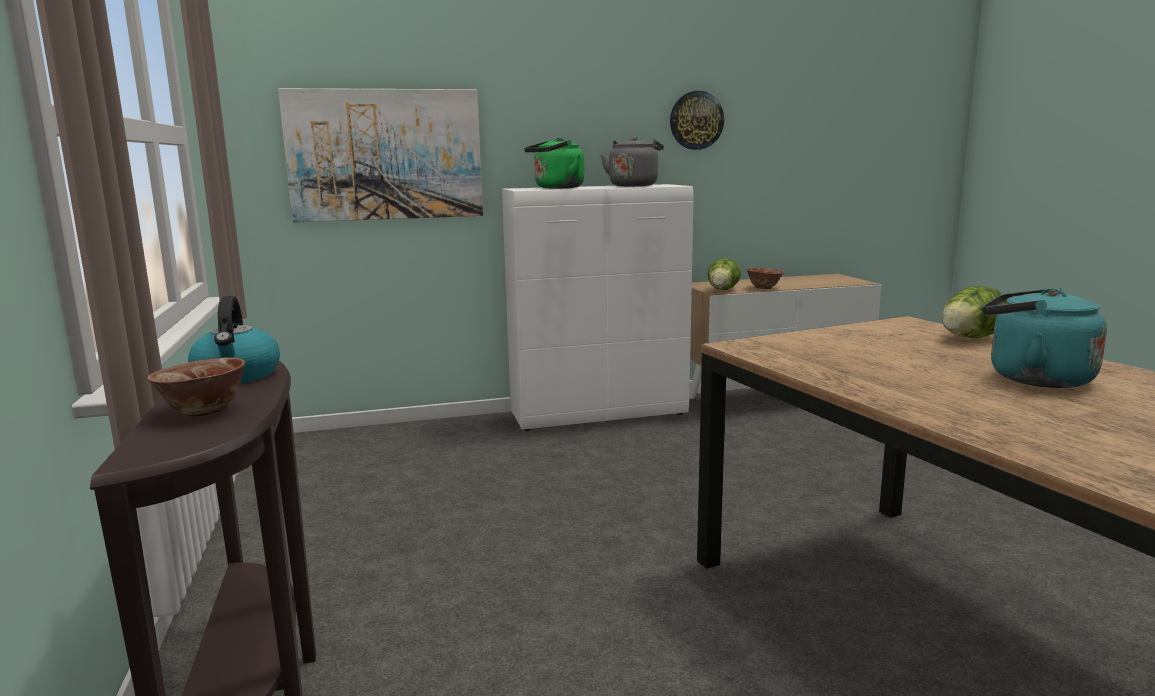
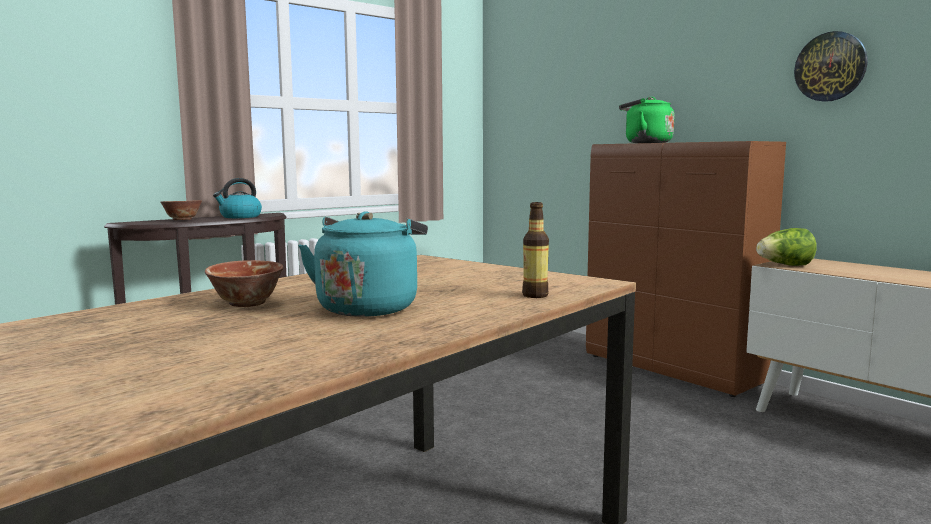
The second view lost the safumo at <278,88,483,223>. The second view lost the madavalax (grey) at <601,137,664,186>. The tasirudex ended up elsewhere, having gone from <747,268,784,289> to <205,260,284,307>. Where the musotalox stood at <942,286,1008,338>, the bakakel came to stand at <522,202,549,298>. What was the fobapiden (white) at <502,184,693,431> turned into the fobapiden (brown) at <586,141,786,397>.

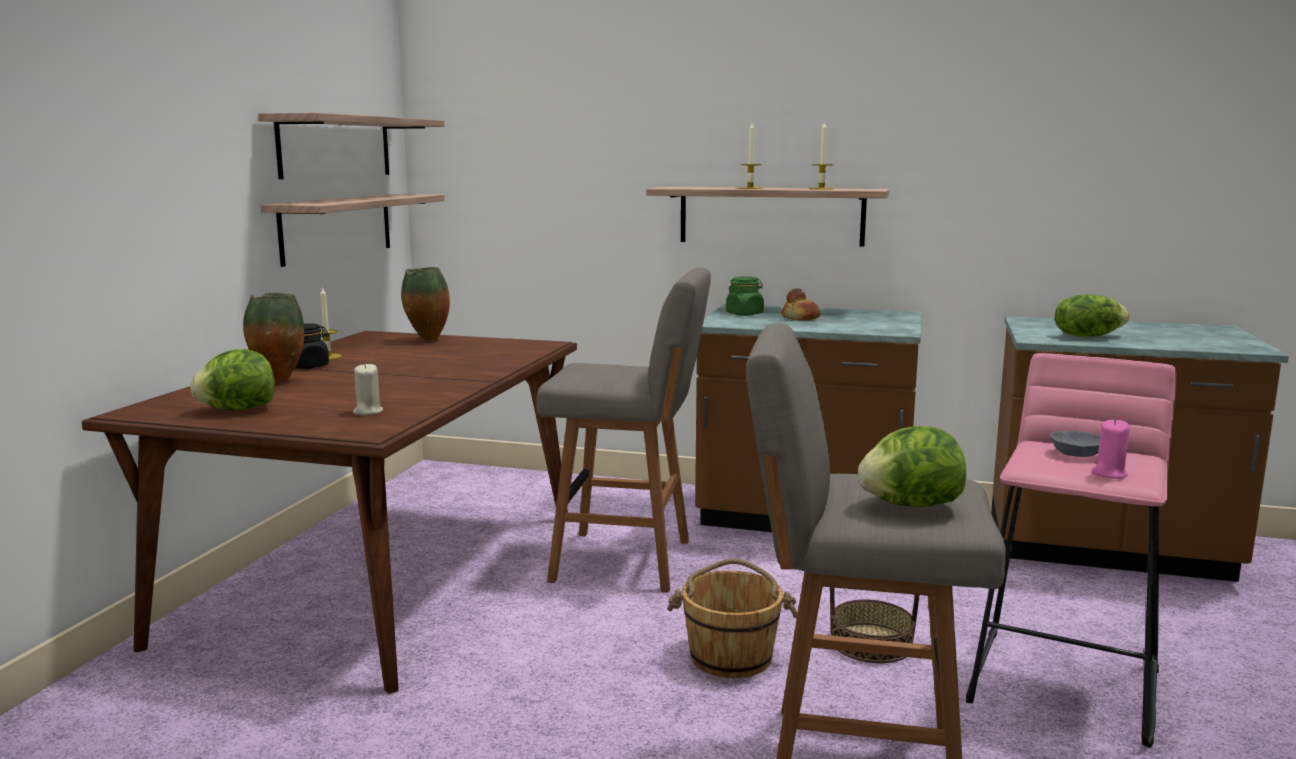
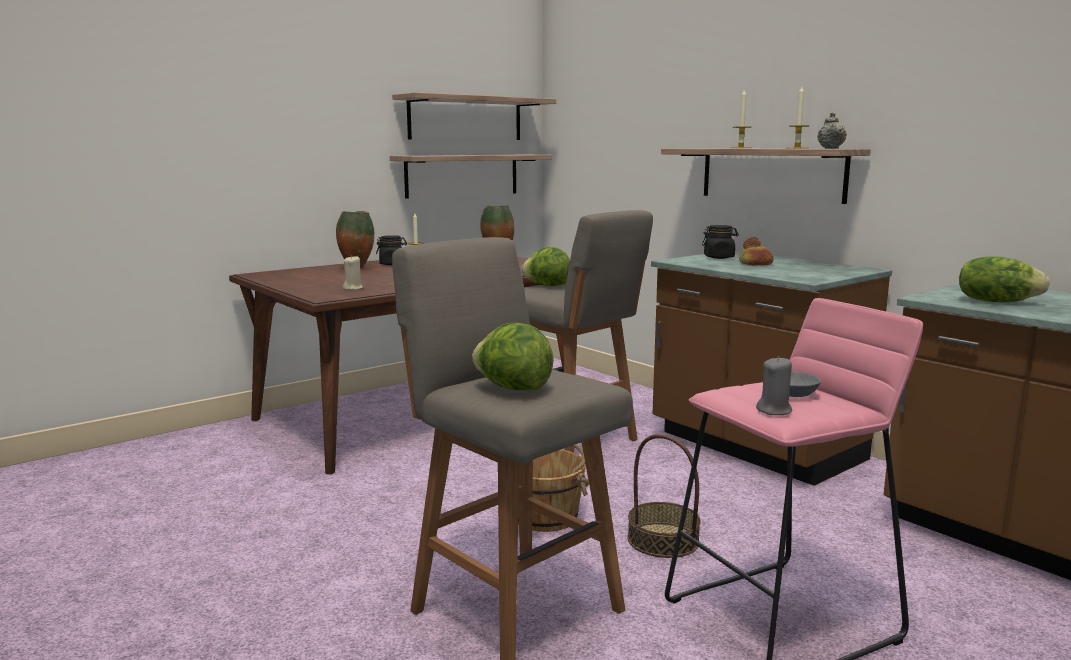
The second view gained the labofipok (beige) at <817,112,847,149>. The musotalox ended up elsewhere, having gone from <190,349,275,410> to <521,247,570,286>. What was the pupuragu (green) at <726,276,764,316> turned into the pupuragu (black) at <702,225,739,259>. What was the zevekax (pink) at <1092,419,1129,479> turned into the zevekax (grey) at <756,356,792,415>.

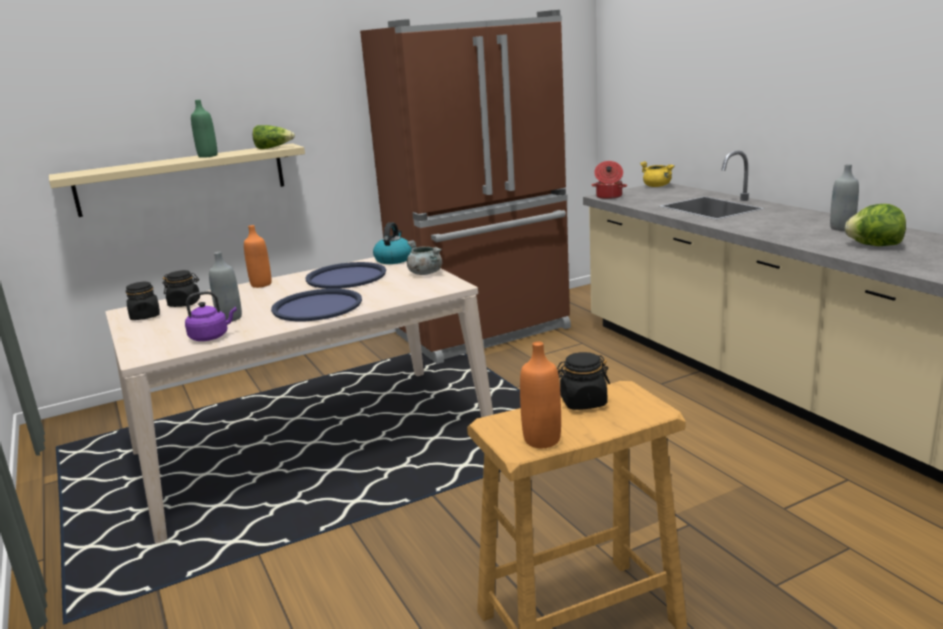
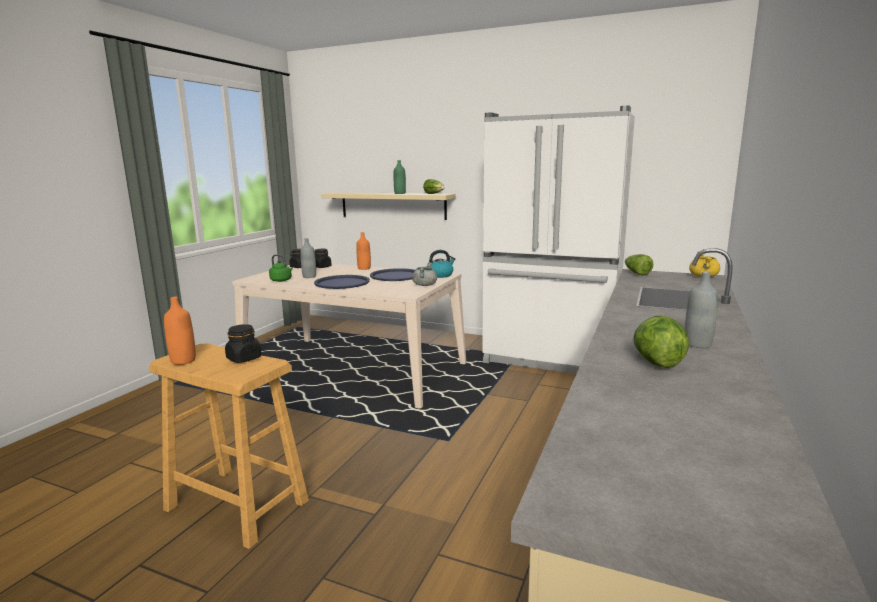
Where the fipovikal stood at <592,161,627,199>, the musotalox came to stand at <625,254,653,276>. What was the madavalax (purple) at <185,291,237,341> turned into the madavalax (green) at <269,254,293,282>. What was the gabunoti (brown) at <360,10,571,364> turned into the gabunoti (white) at <482,106,635,374>.

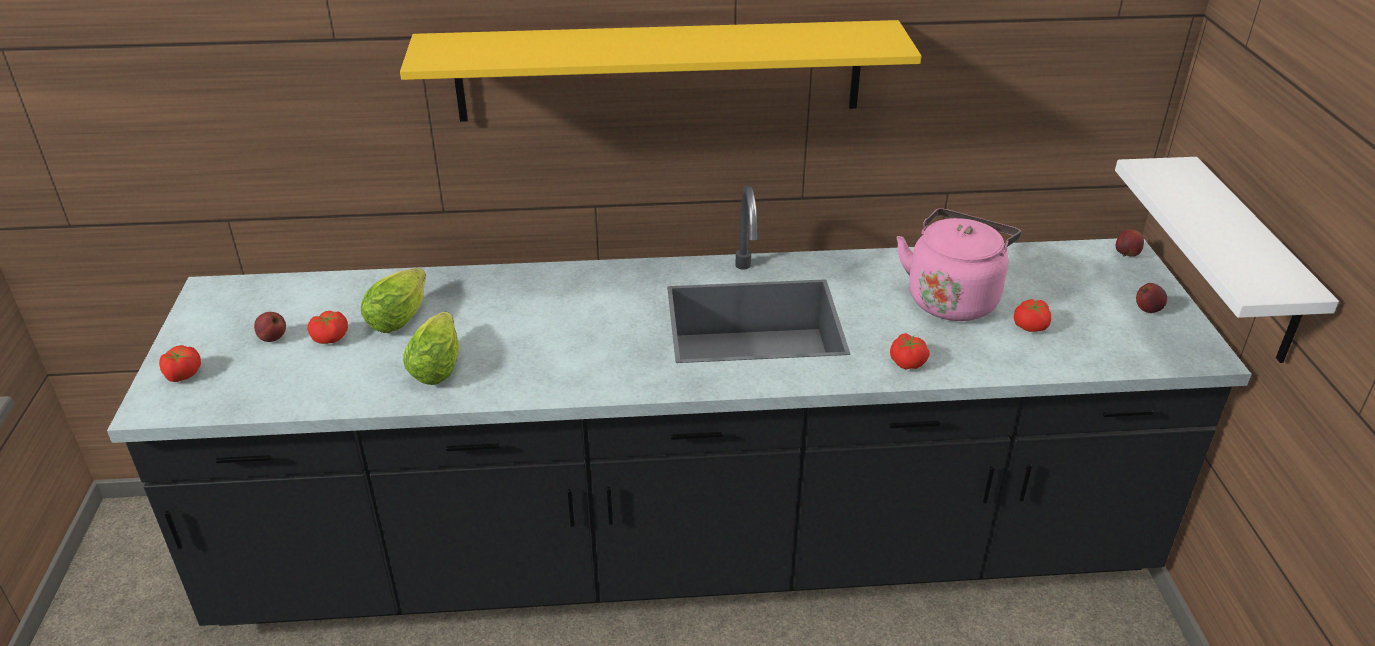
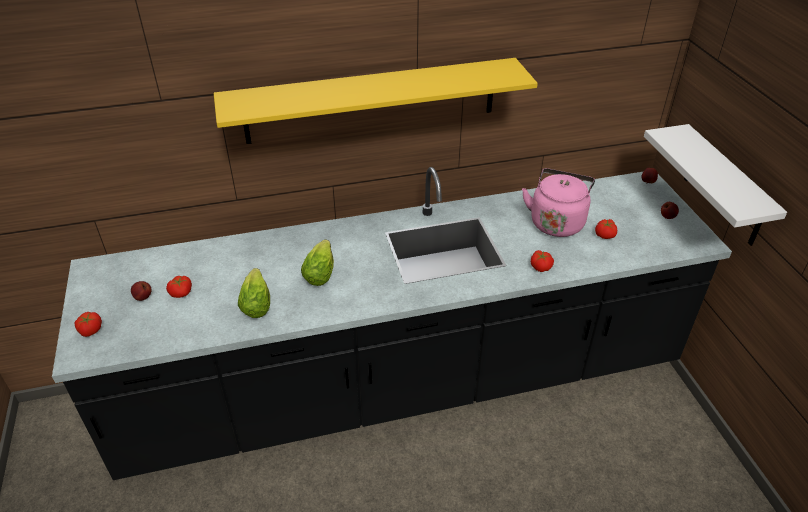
The musotalox ended up elsewhere, having gone from <361,268,426,333> to <301,239,334,286>.

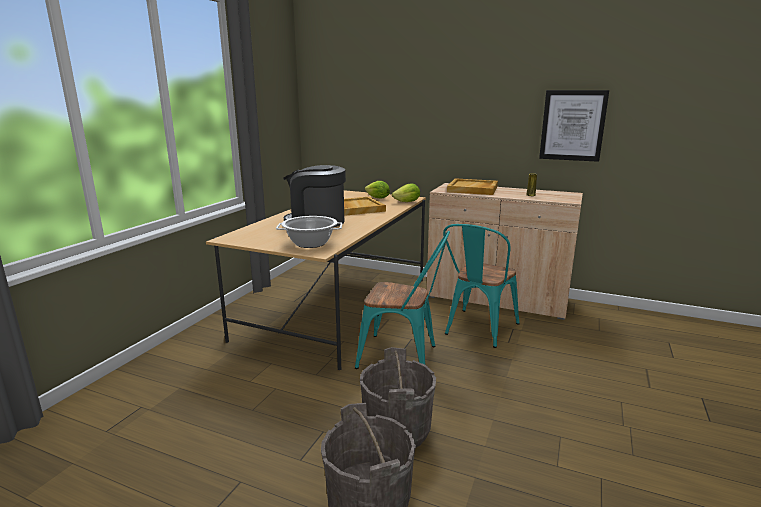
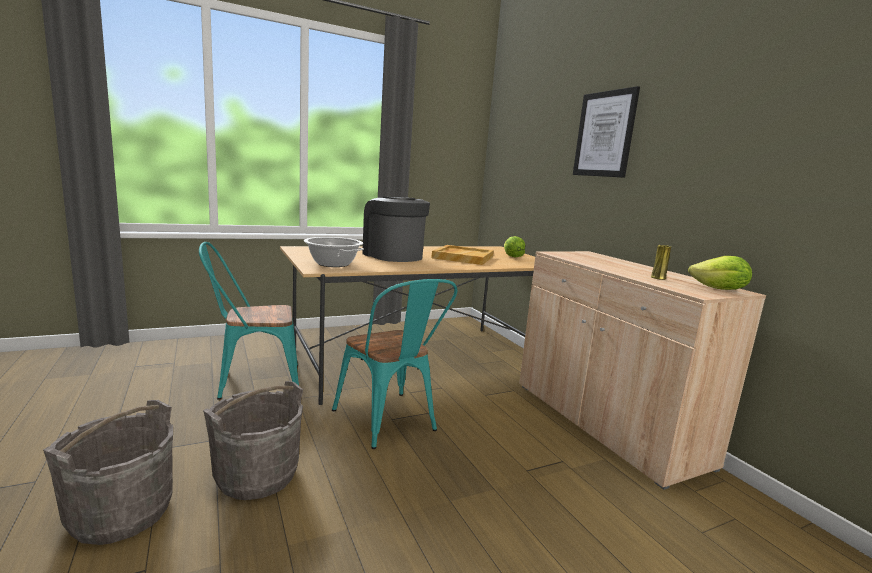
The second view lost the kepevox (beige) at <447,178,498,195>. The musotalox ended up elsewhere, having gone from <392,183,420,202> to <688,256,752,290>. The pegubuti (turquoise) ended up elsewhere, having gone from <443,224,520,348> to <199,242,299,400>. The safumo ended up elsewhere, having gone from <539,90,609,162> to <573,86,640,178>.

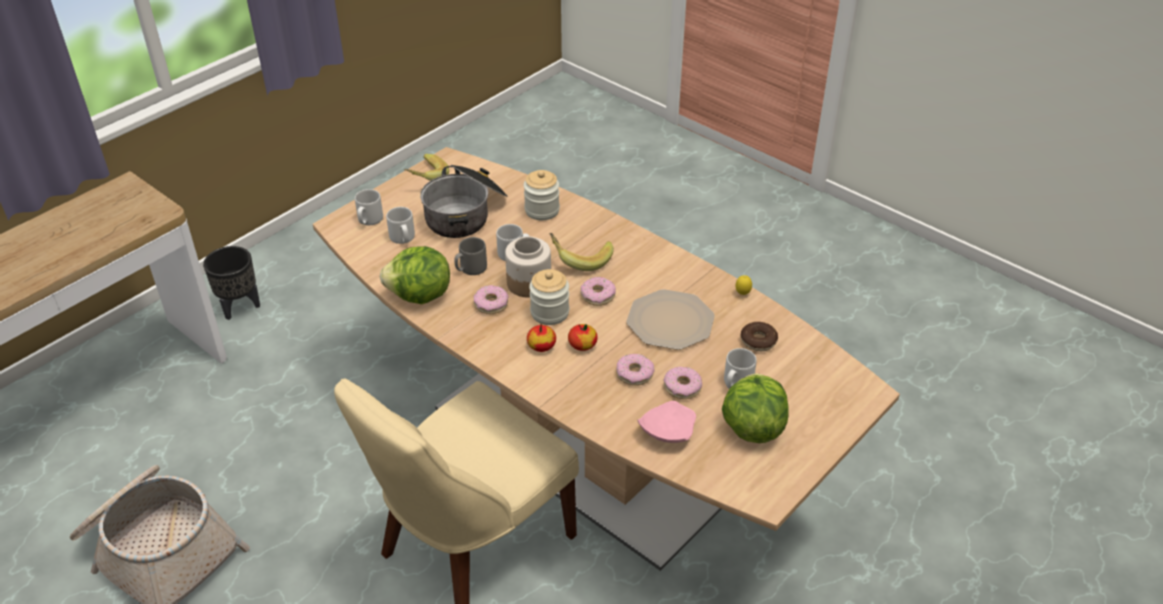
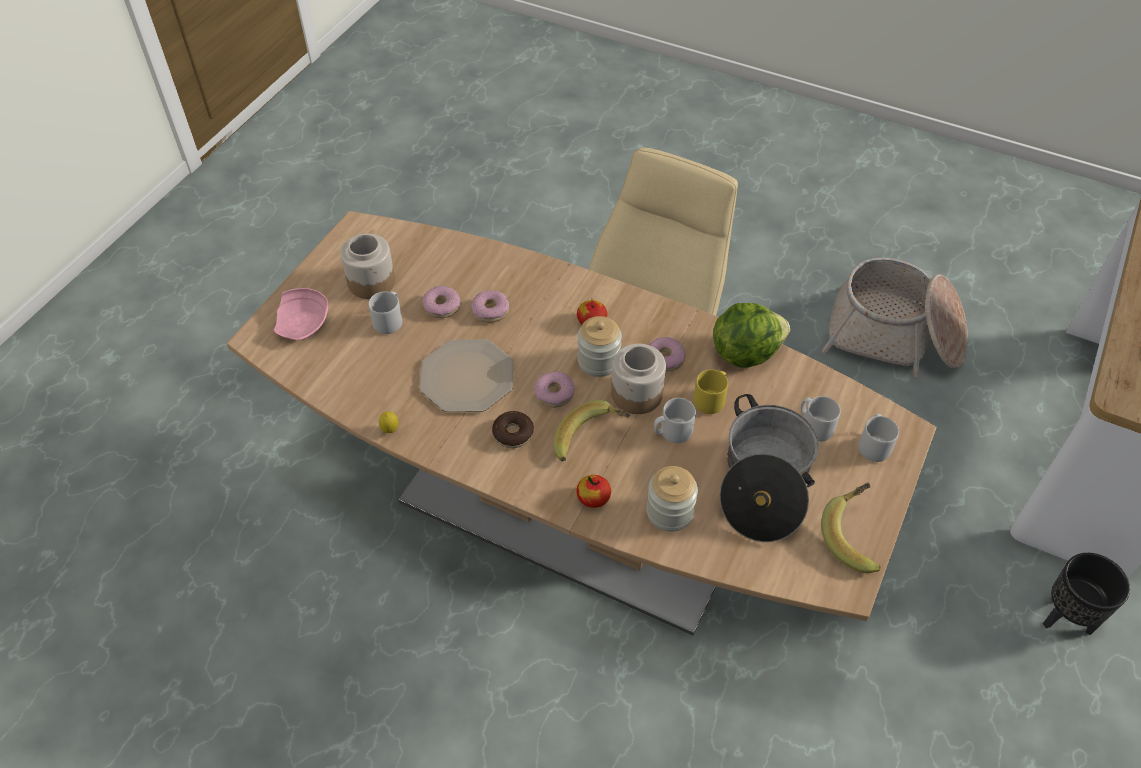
The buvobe ended up elsewhere, having gone from <568,324,598,351> to <576,475,611,508>. The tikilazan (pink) ended up elsewhere, having gone from <637,401,696,443> to <274,288,329,340>. The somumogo ended up elsewhere, having gone from <741,322,778,351> to <492,411,534,448>. Where the musotalox stood at <722,373,789,443>, the pupuragu came to stand at <340,234,395,299>. What was the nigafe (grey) at <454,237,487,275> turned into the nigafe (yellow) at <693,369,728,414>.

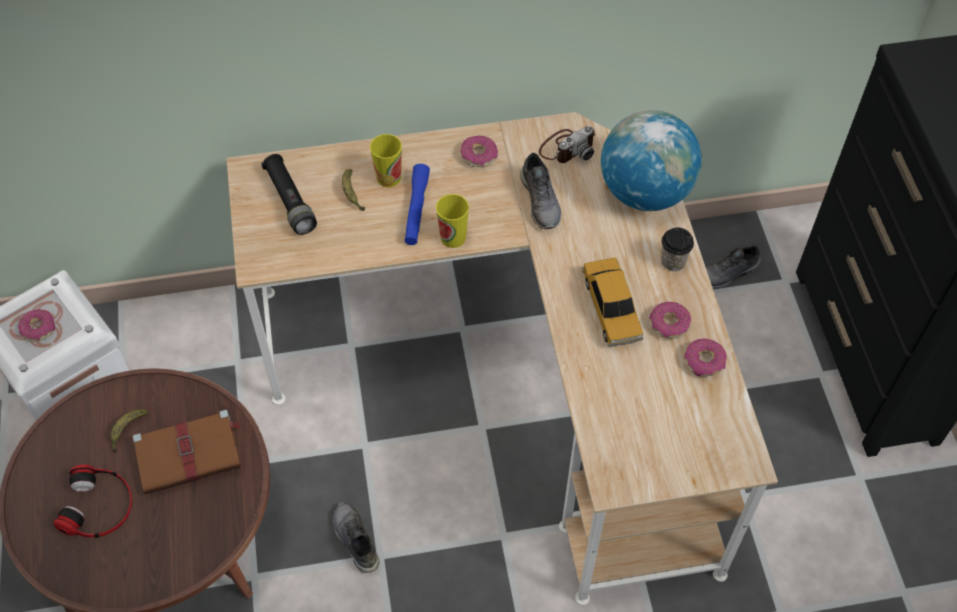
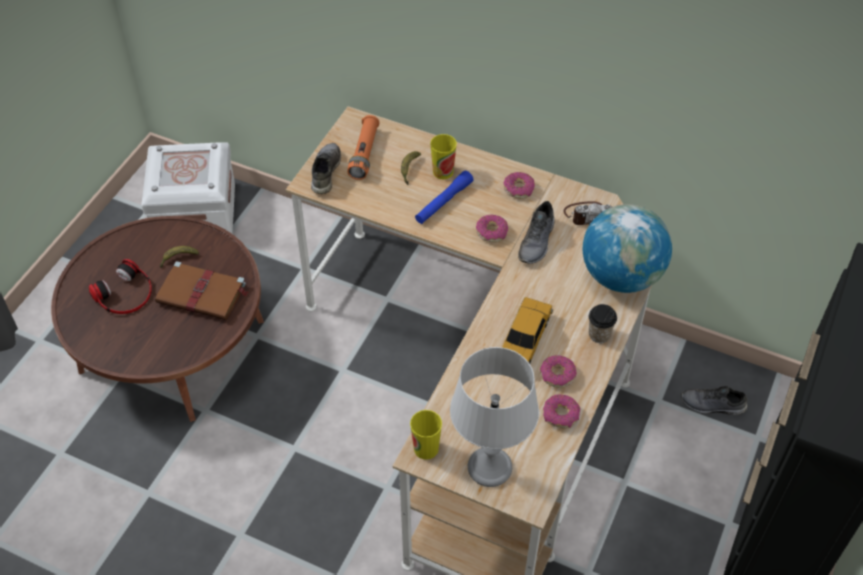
The second view gained the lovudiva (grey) at <450,347,539,487>. The somumogo ended up elsewhere, having gone from <18,309,55,341> to <476,214,508,242>. The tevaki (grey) ended up elsewhere, having gone from <333,502,379,573> to <311,143,341,194>. The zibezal ended up elsewhere, having gone from <436,194,469,248> to <410,410,442,460>. What was the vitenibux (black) at <261,154,317,235> turned into the vitenibux (orange) at <347,115,380,180>.

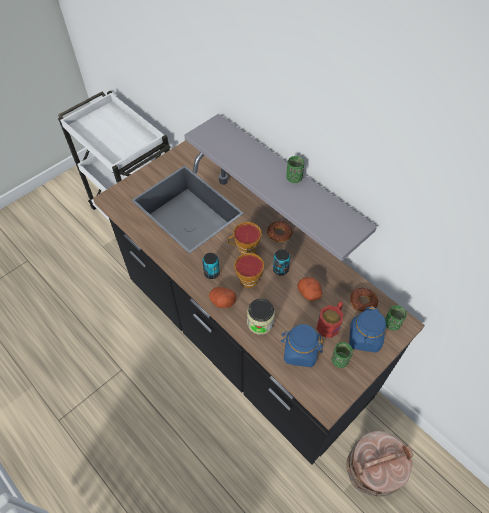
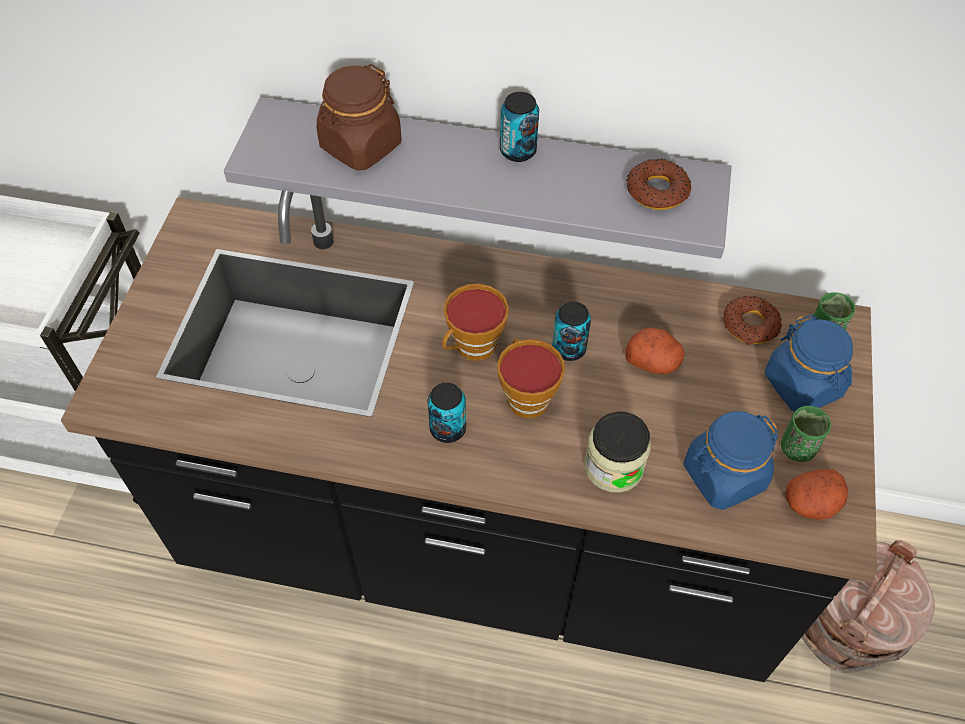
The second view lost the nigafe (red) at <317,301,343,338>. The second view gained the pupuragu (brown) at <317,64,402,170>. The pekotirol ended up elsewhere, having gone from <209,287,236,308> to <786,469,848,520>. The somumogo ended up elsewhere, having gone from <267,221,293,242> to <626,159,691,210>. Where the zibezal (green) stood at <287,156,305,183>, the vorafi came to stand at <500,92,539,162>.

